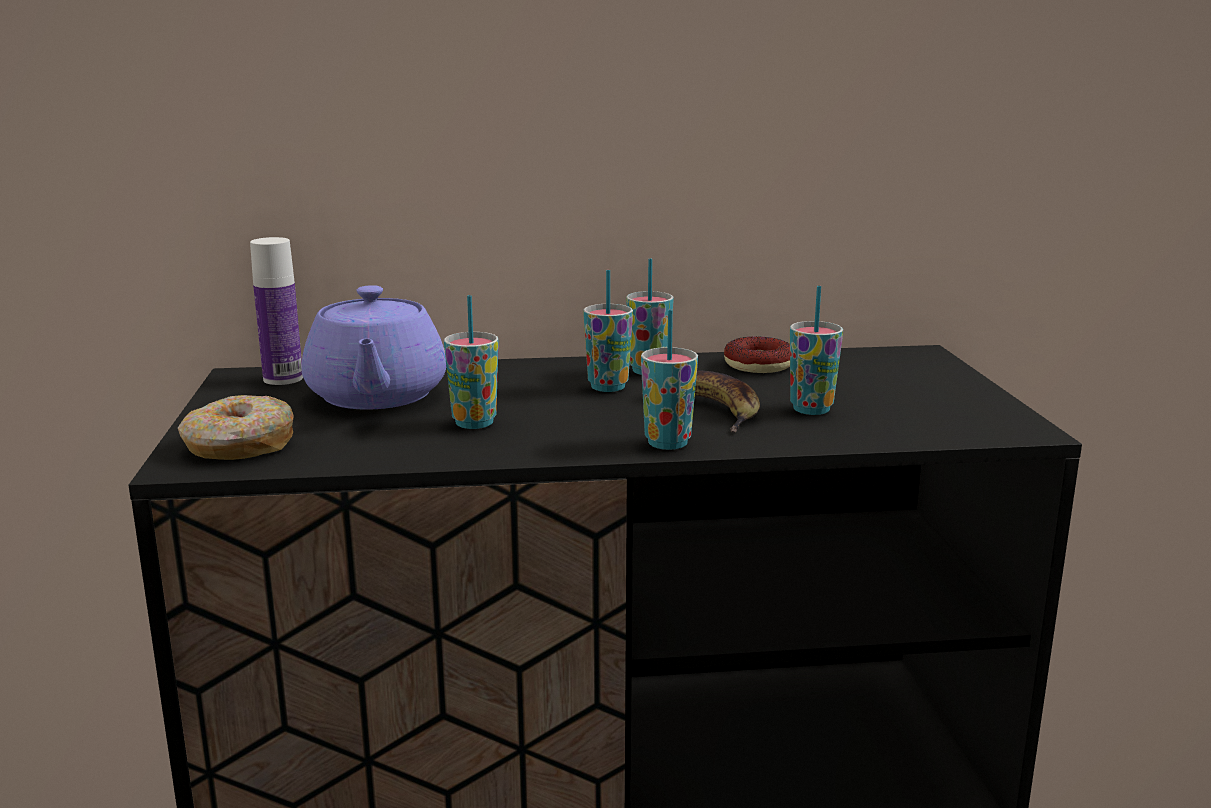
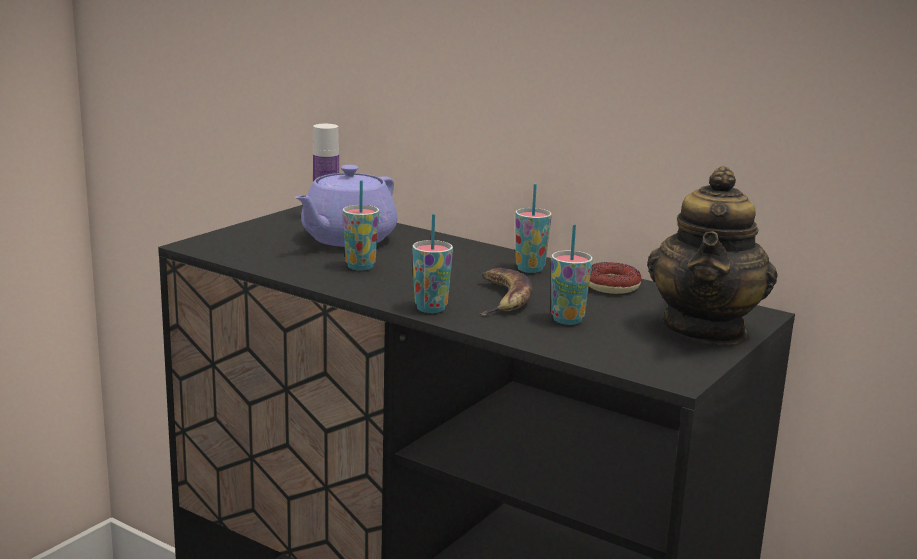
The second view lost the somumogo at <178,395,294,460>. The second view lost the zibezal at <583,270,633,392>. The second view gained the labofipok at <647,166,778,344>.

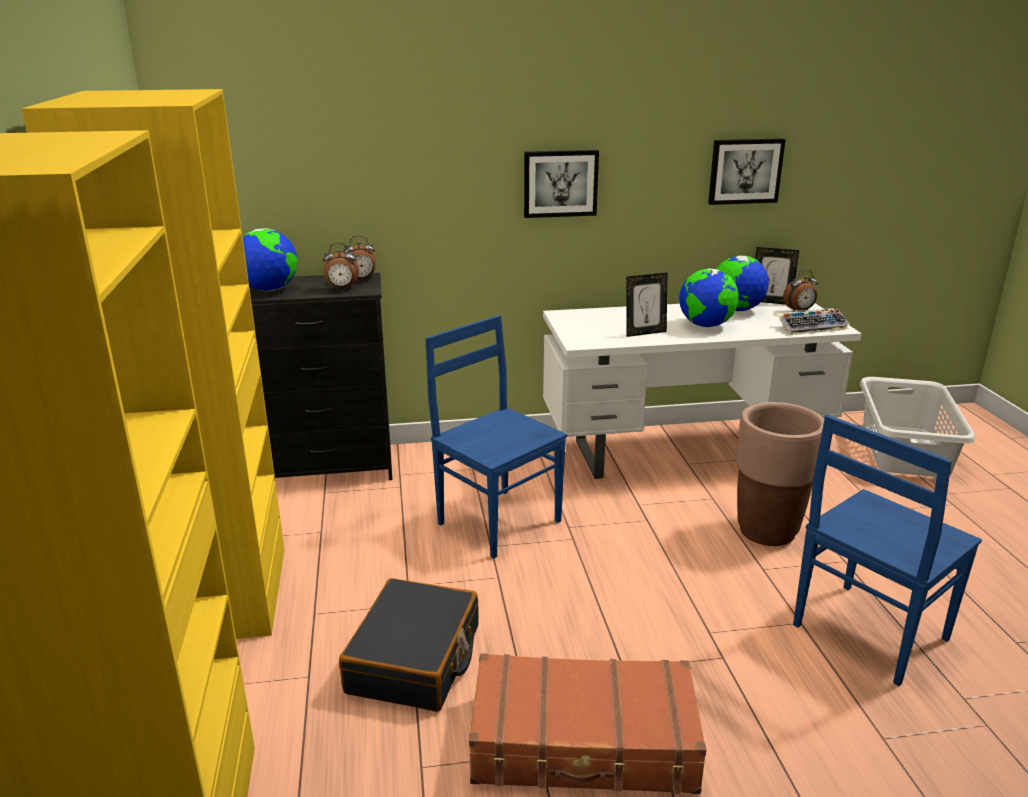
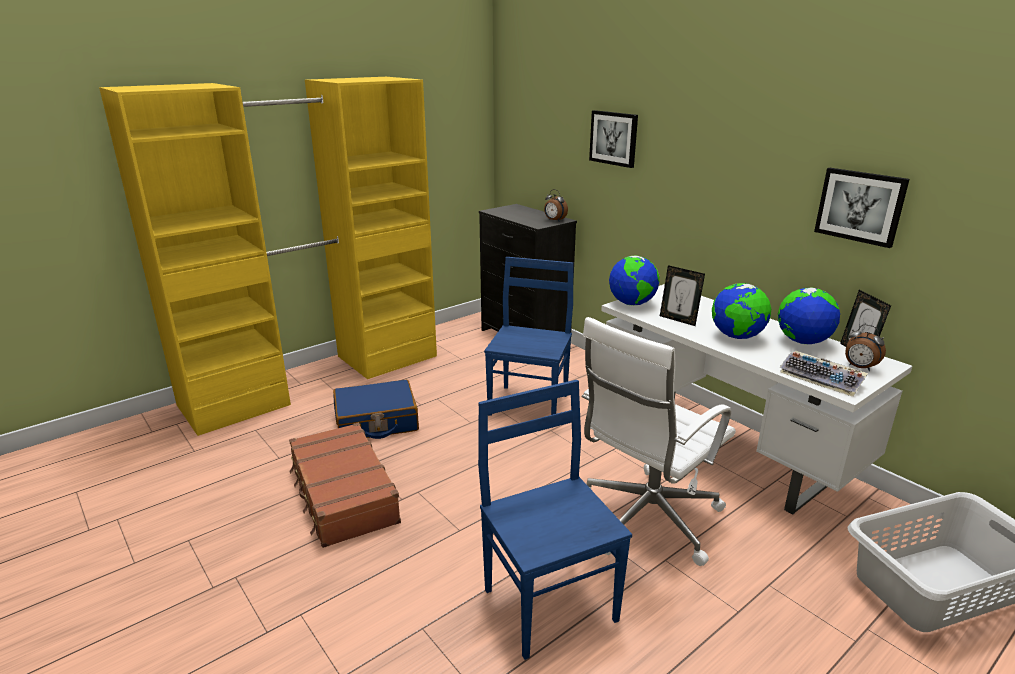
The second view lost the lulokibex at <323,243,359,290>. The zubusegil ended up elsewhere, having gone from <243,228,298,291> to <609,255,660,306>. The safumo ended up elsewhere, having gone from <524,150,599,218> to <589,110,638,168>. Where the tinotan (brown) stood at <736,402,824,546>, the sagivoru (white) came to stand at <582,317,736,566>. What was the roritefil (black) at <339,578,479,712> turned into the roritefil (blue) at <333,380,419,439>. The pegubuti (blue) at <793,415,982,686> ended up facing another way, 45 degrees clockwise from before.

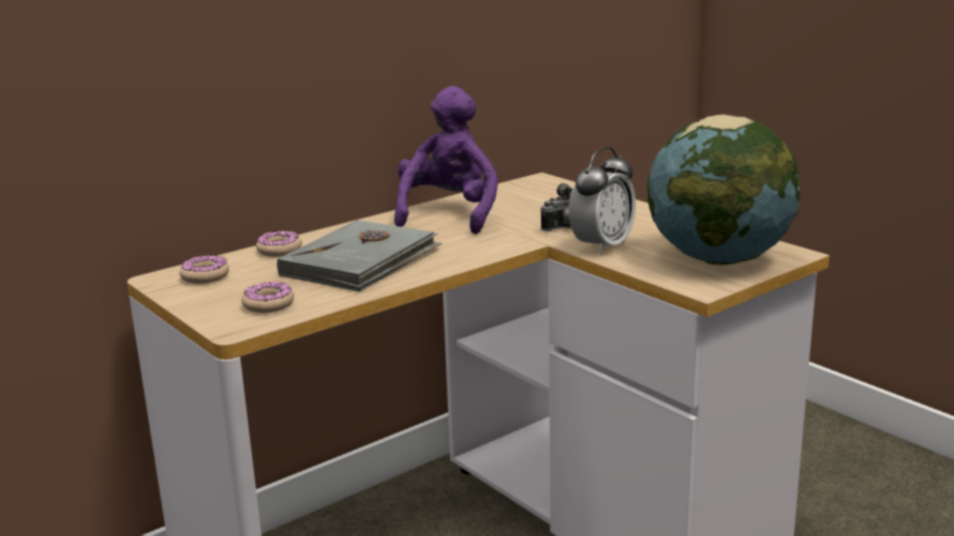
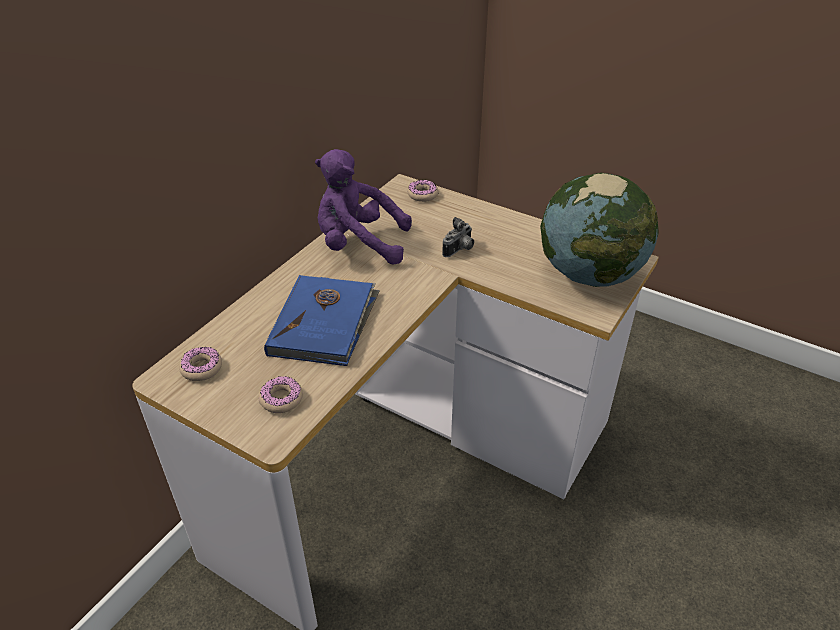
The second view lost the lulokibex at <569,147,636,255>. The somumogo ended up elsewhere, having gone from <256,231,302,257> to <408,180,439,202>. What was the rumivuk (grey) at <277,220,442,291> turned into the rumivuk (blue) at <264,275,380,366>. The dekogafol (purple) at <394,86,498,234> ended up facing another way, 75 degrees counterclockwise from before.

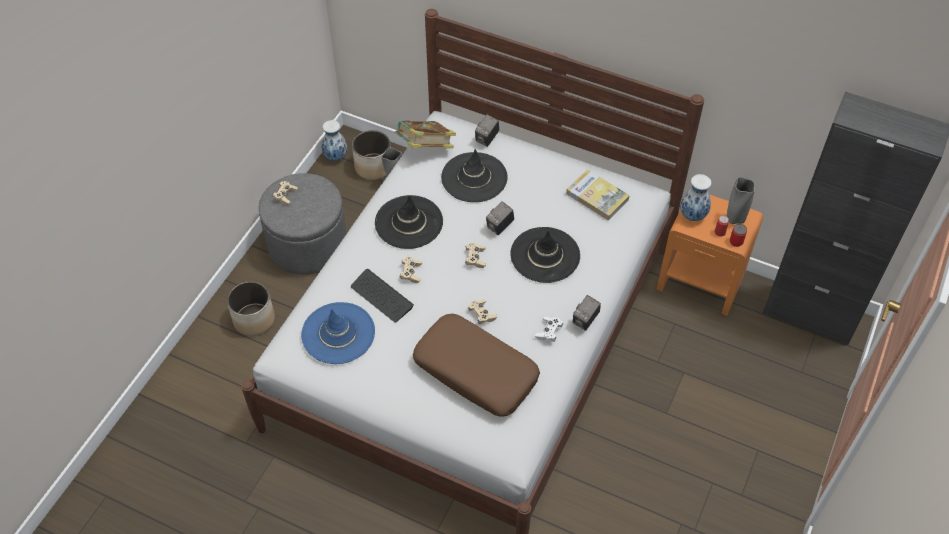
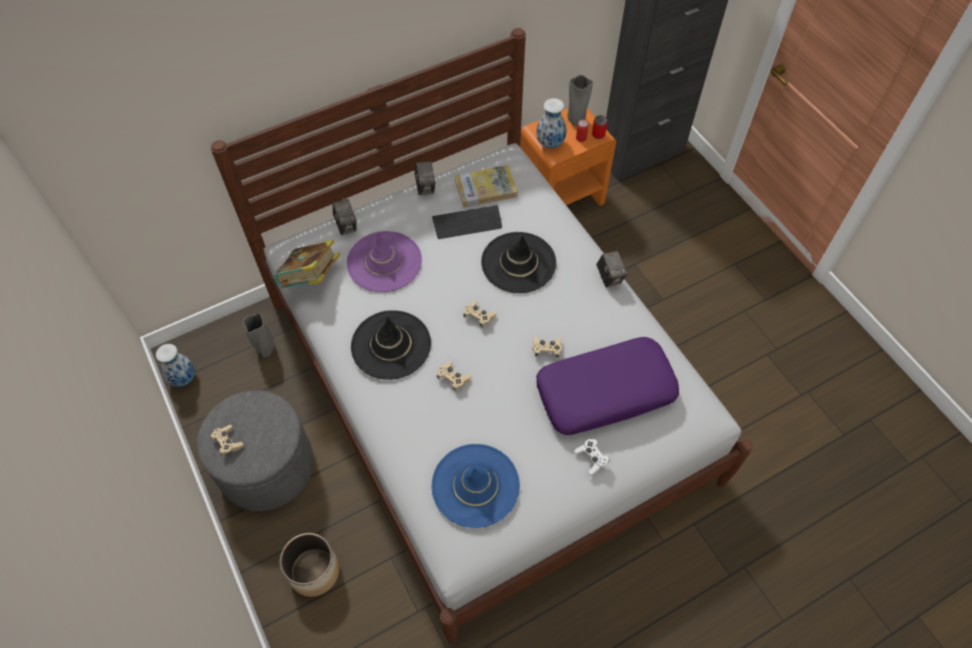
The second view lost the tinotan at <352,130,391,180>. The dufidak ended up elsewhere, having gone from <351,269,414,323> to <432,205,502,239>. The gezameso ended up elsewhere, having gone from <486,201,514,235> to <415,161,435,195>. The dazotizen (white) ended up elsewhere, having gone from <535,317,563,342> to <574,439,610,476>. What was the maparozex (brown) at <413,314,540,417> turned into the maparozex (purple) at <536,337,679,435>. What was the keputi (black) at <441,149,508,202> turned into the keputi (purple) at <347,231,422,292>.

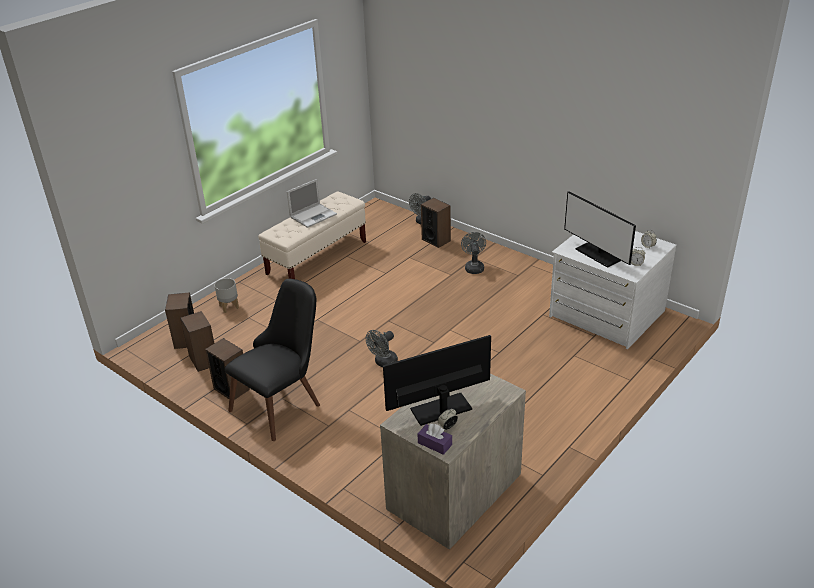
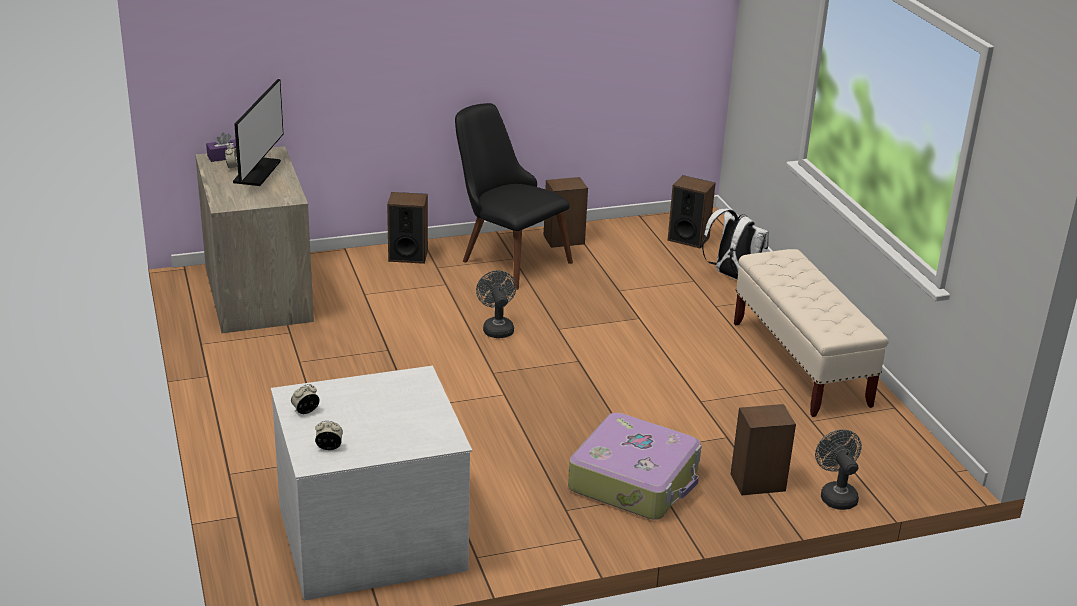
The second view lost the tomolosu at <287,179,337,228>. The second view lost the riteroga at <564,191,636,268>. The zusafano ended up elsewhere, having gone from <180,311,214,372> to <387,192,428,264>. Where the tinotan (grey) stood at <214,278,239,313>, the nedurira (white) came to stand at <702,209,769,280>. Where the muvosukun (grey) stood at <461,232,486,274>, the roritefil came to stand at <568,413,702,520>. The pegubuti (black) at <225,279,320,441> ended up facing another way, 150 degrees clockwise from before.

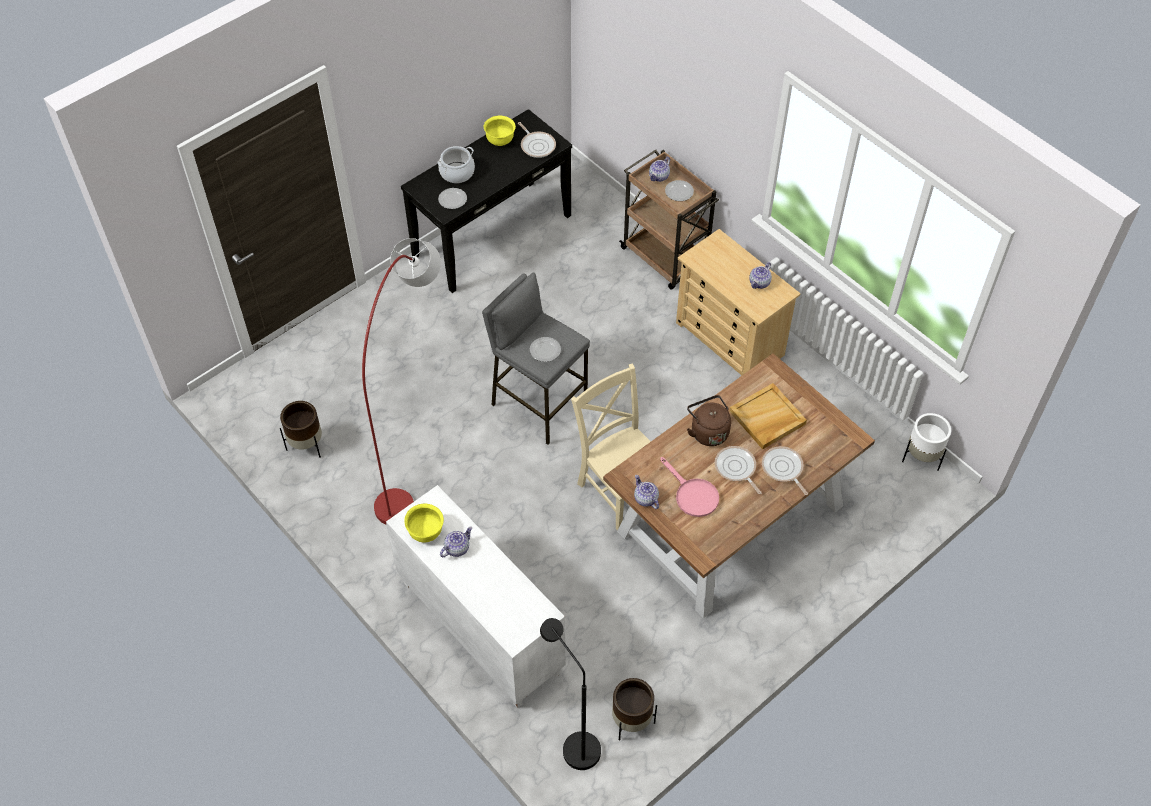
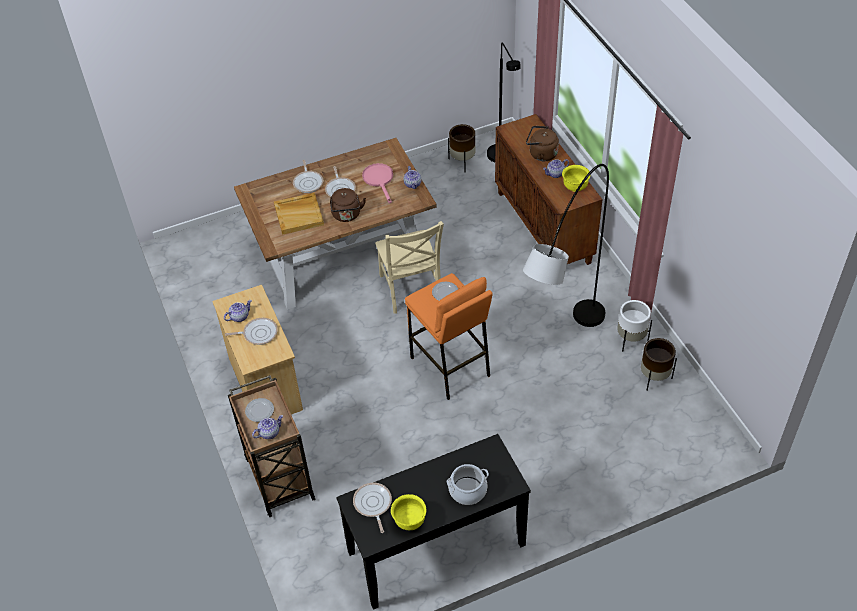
The second view lost the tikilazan at <438,188,467,209>. The second view gained the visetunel at <225,318,278,345>. The second view gained the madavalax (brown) at <526,126,559,161>. The tinotan (white) ended up elsewhere, having gone from <902,413,951,471> to <617,300,652,352>. What was the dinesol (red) at <362,238,441,525> turned into the dinesol (grey) at <523,164,609,327>. What was the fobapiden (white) at <386,485,566,708> turned into the fobapiden (brown) at <495,114,603,265>. What was the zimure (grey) at <482,272,590,445> turned into the zimure (orange) at <405,273,492,400>.

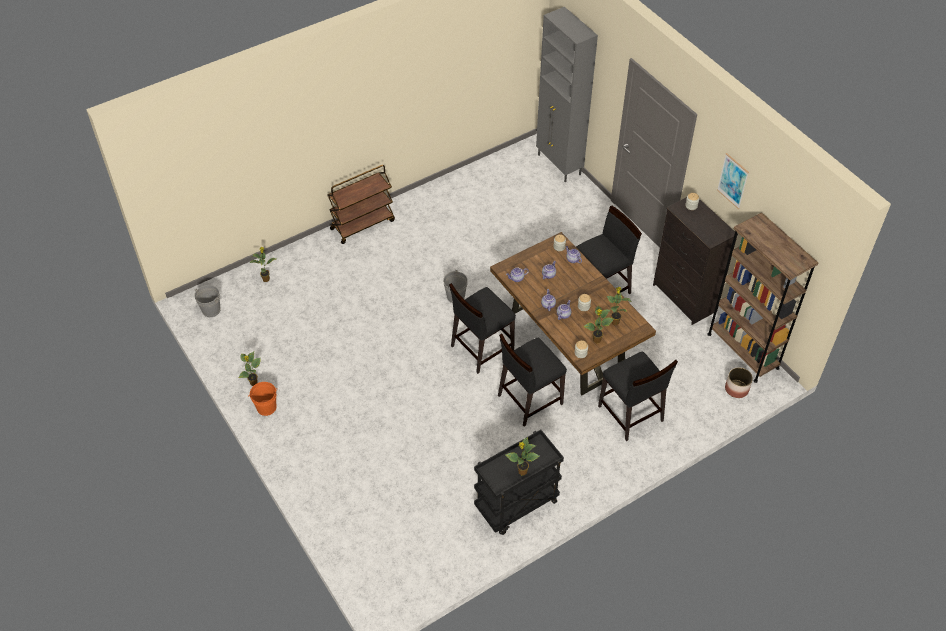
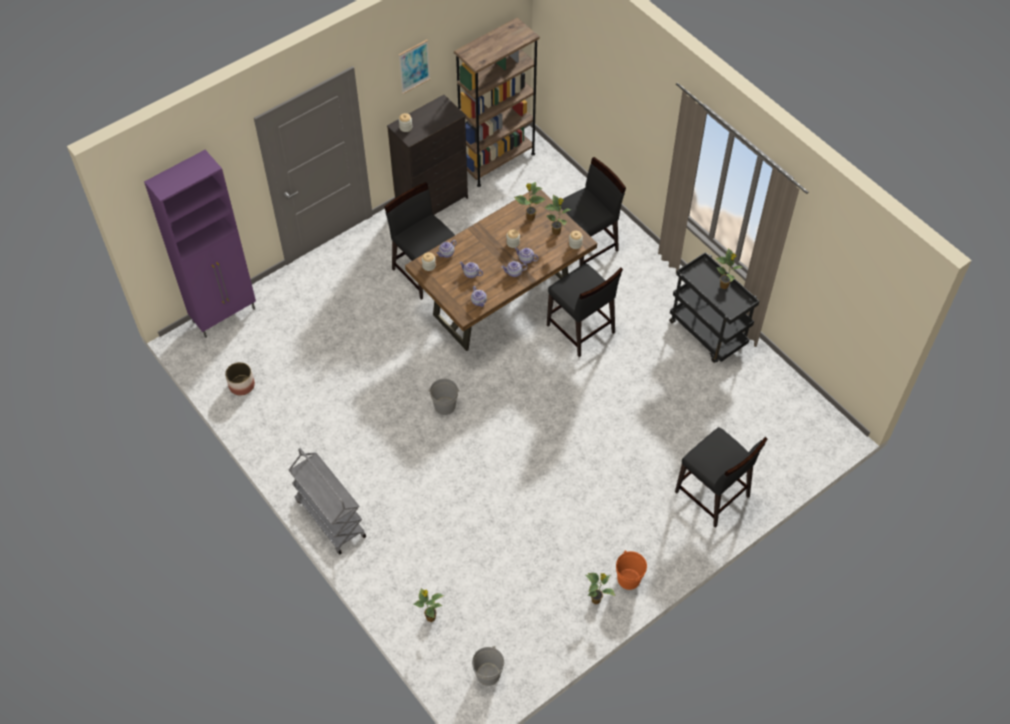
The pegubuti (black) ended up elsewhere, having gone from <449,283,516,374> to <675,427,768,528>. The tinotan ended up elsewhere, having gone from <725,367,753,398> to <225,362,255,395>. What was the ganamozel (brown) at <327,165,395,244> turned into the ganamozel (grey) at <289,448,366,555>. What was the fobapiden (grey) at <536,7,598,182> turned into the fobapiden (purple) at <144,150,256,338>.

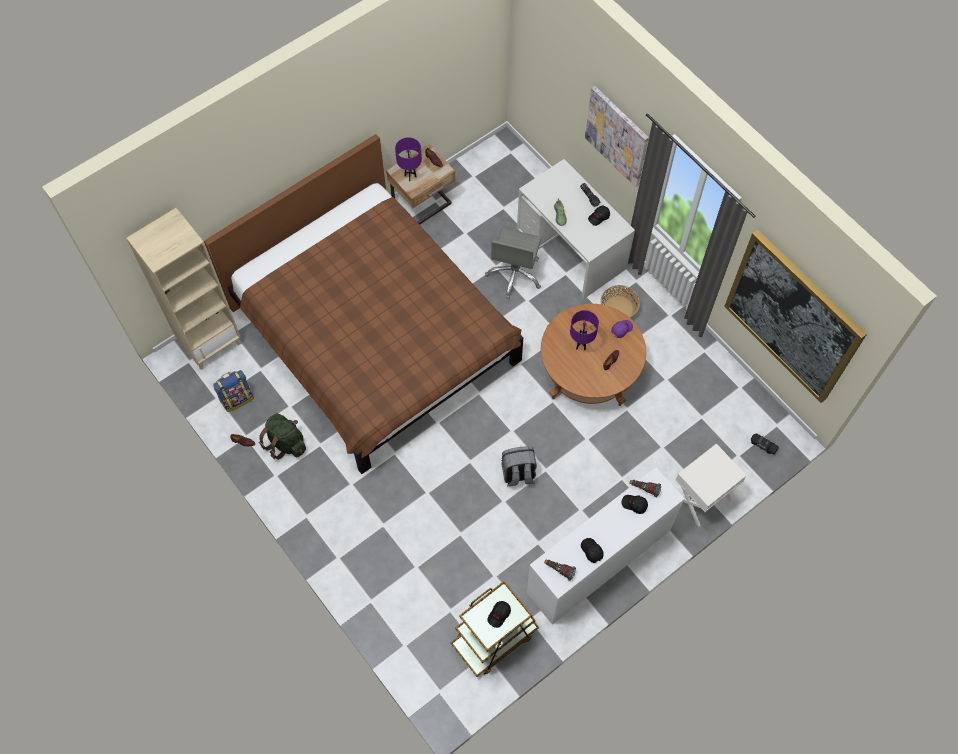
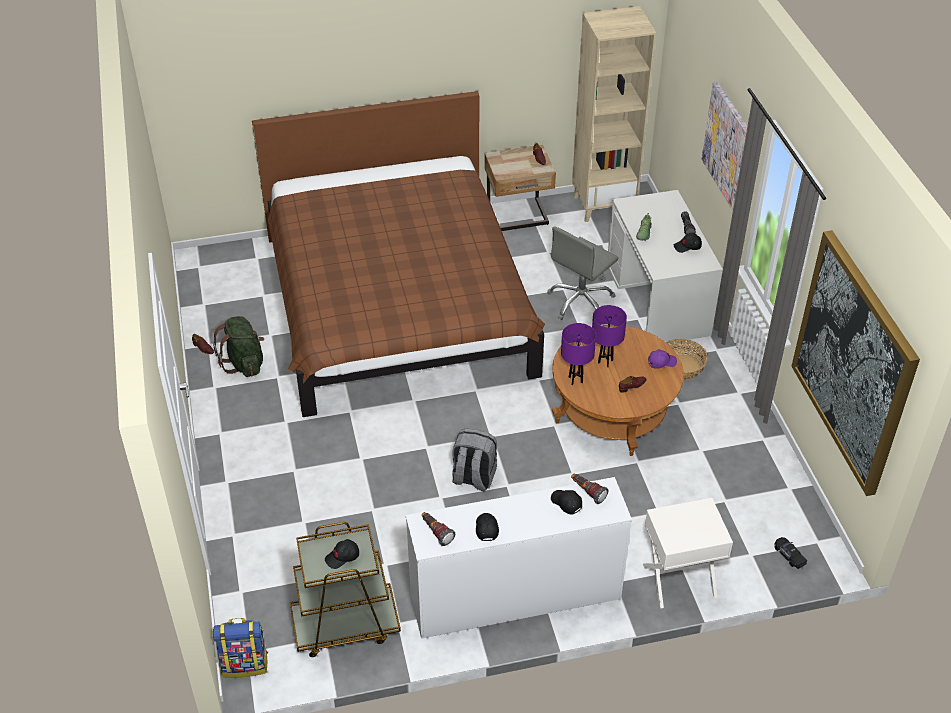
The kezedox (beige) ended up elsewhere, having gone from <127,208,241,370> to <572,6,656,222>. The nedurira ended up elsewhere, having gone from <213,370,254,412> to <213,618,268,678>. The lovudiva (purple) ended up elsewhere, having gone from <395,137,422,182> to <561,323,596,385>.

